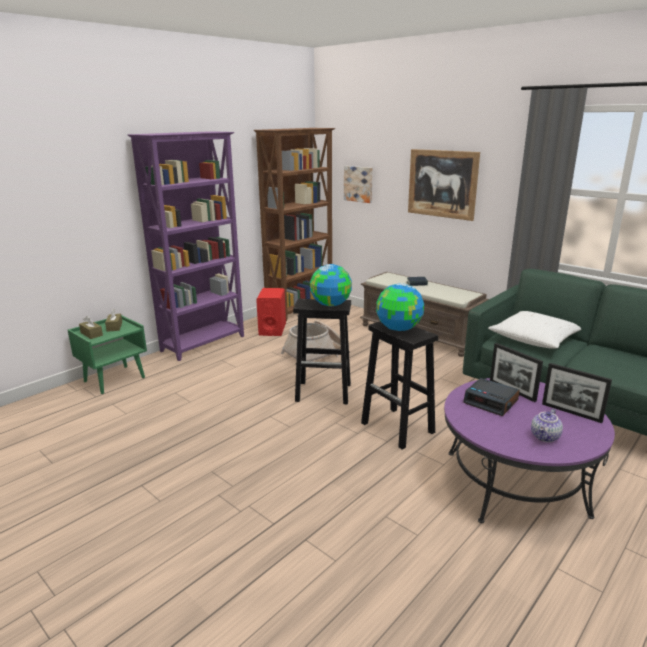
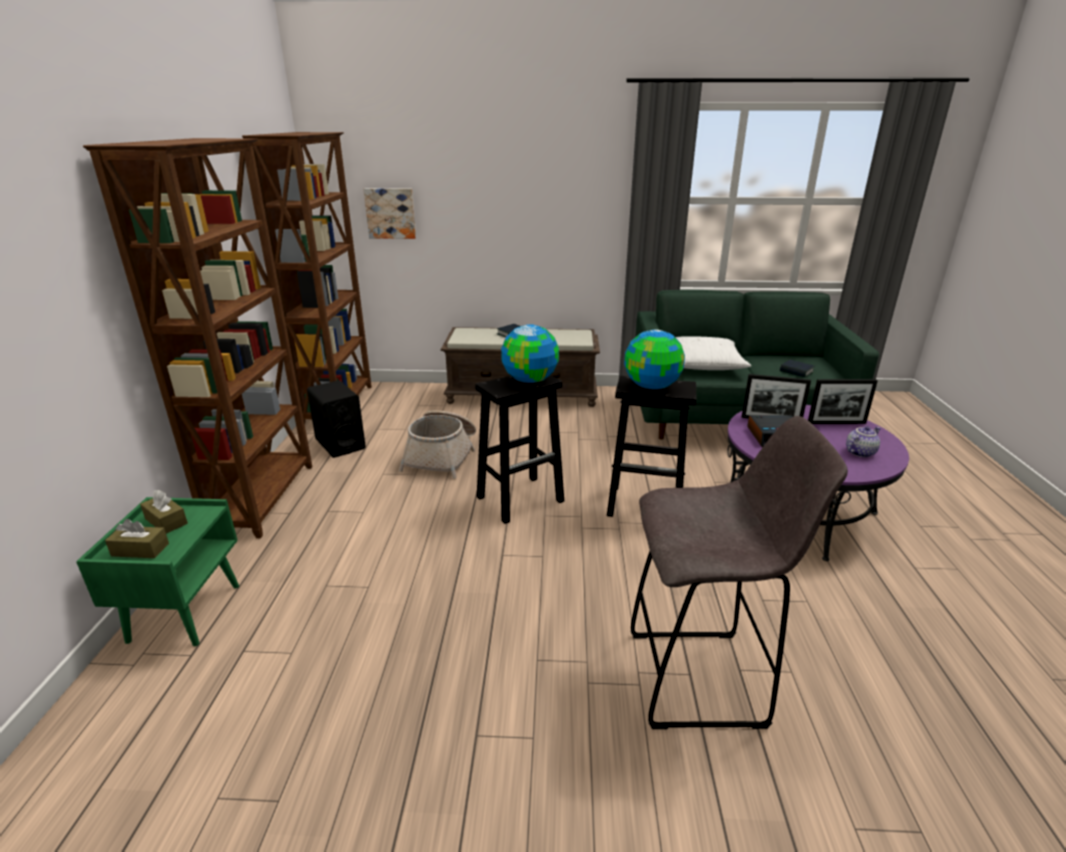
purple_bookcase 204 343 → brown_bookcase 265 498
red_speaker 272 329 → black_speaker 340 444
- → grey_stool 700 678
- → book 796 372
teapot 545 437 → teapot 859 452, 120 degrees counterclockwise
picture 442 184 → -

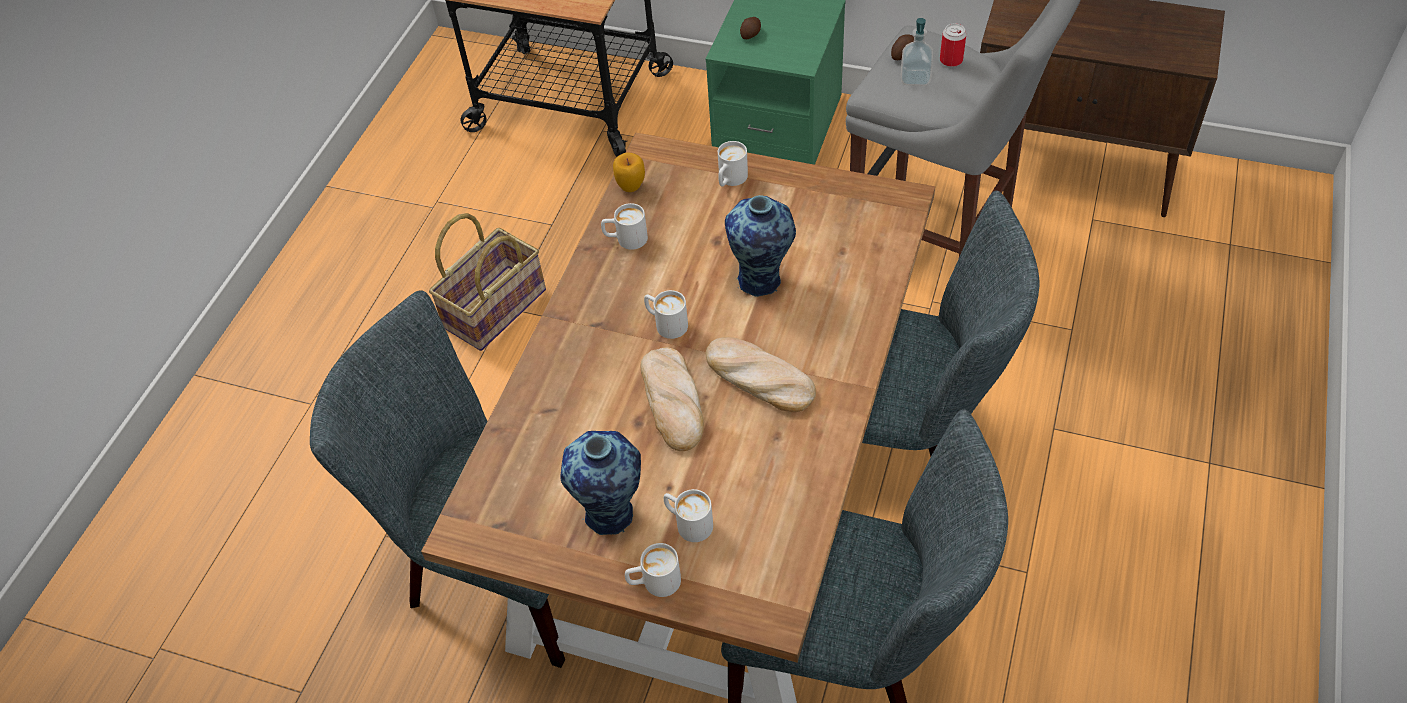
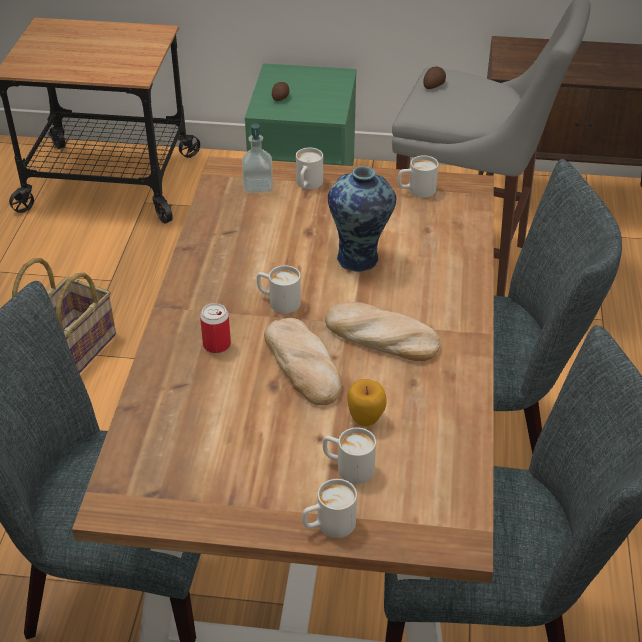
can 951 60 → can 217 345, moved
soap_dispenser 915 78 → soap_dispenser 258 186, moved
apple 631 186 → apple 365 418, moved
white_mug 625 239 → white_mug 416 191, moved
vase 611 515 → -

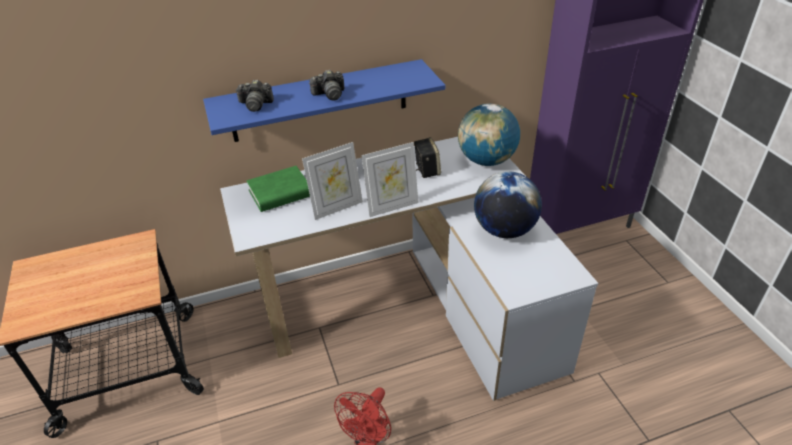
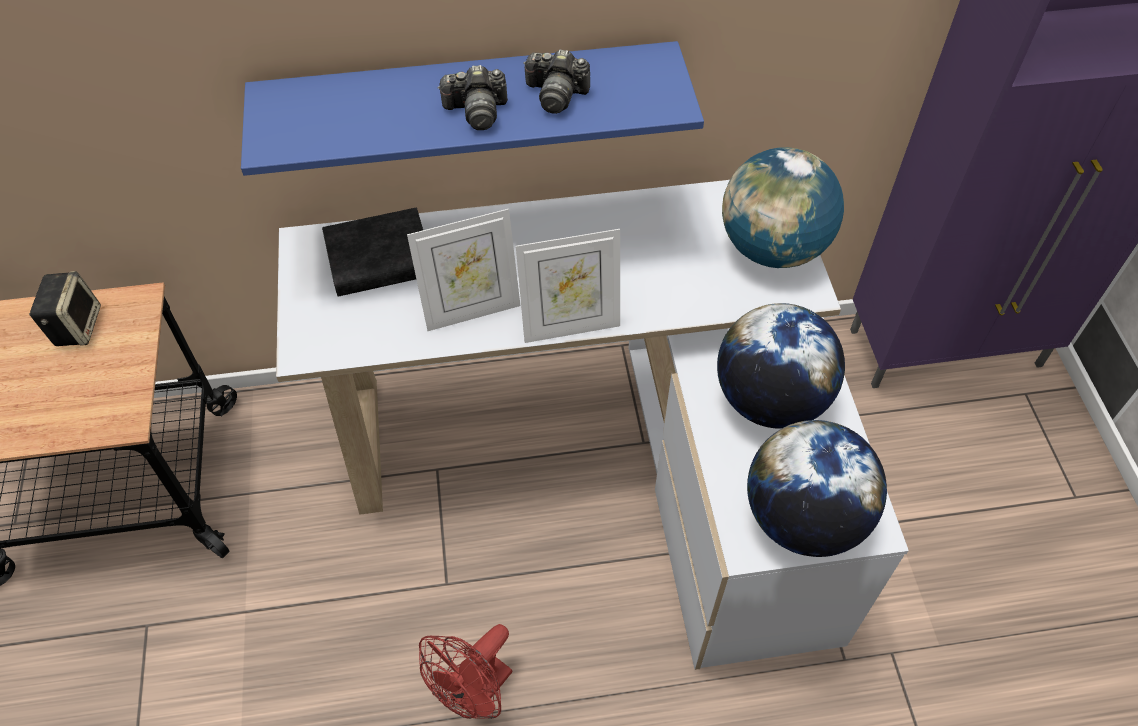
speaker 426 170 → speaker 76 325, moved
green_book 280 193 → black_book 380 260
photo_camera 255 104 → photo_camera 556 94, moved
- → globe 803 519

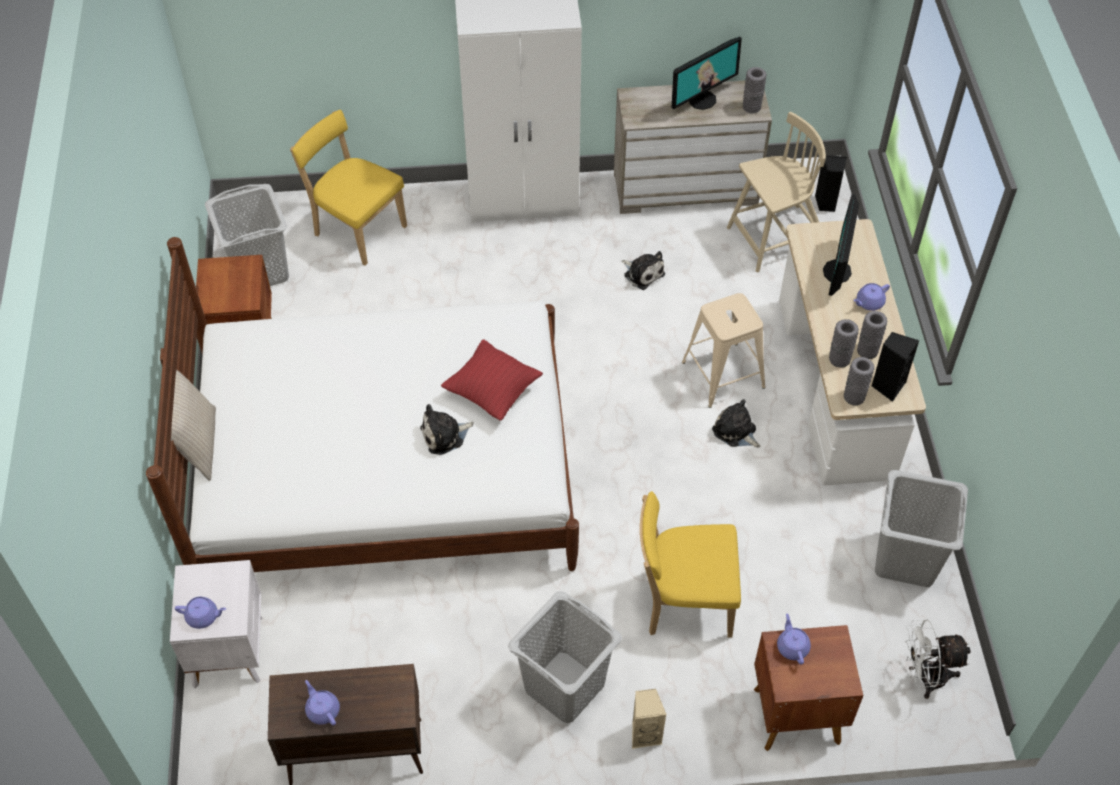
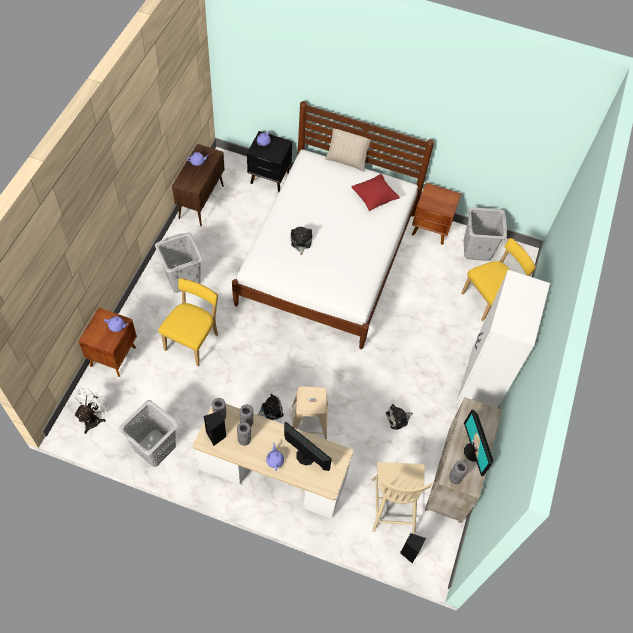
white_nightstand 230 650 → black_nightstand 270 179
red_pillow 492 391 → red_pillow 374 198, moved
beige_speaker 645 734 → -

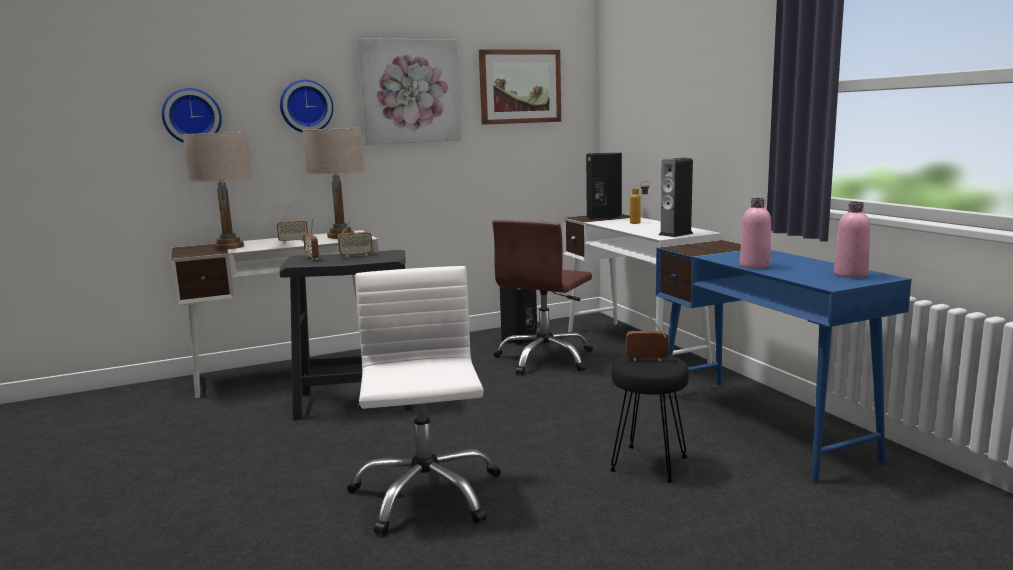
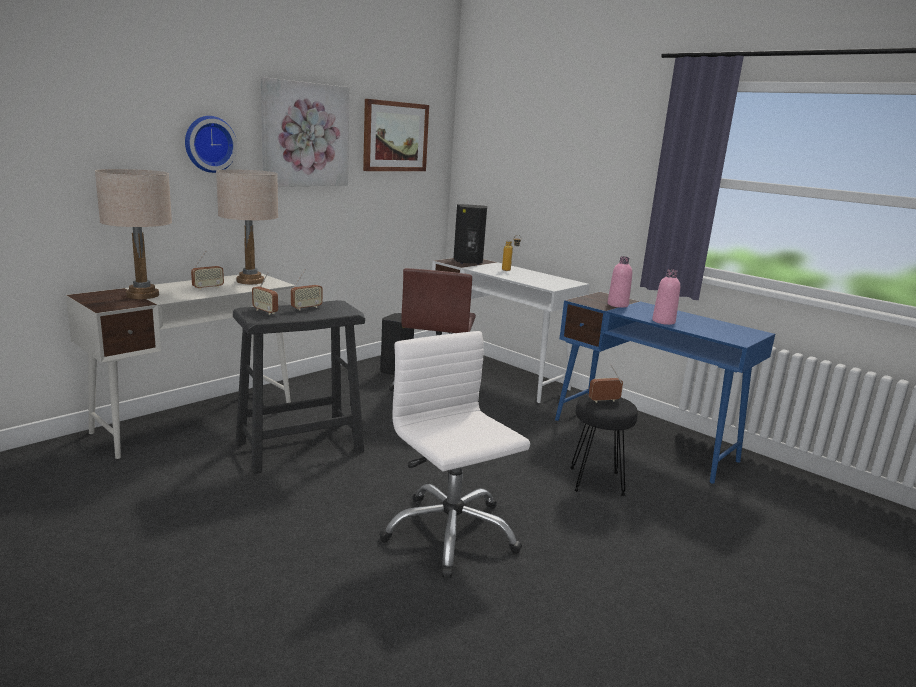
pink_bottle 850 275 → pink_bottle 617 305, moved
wall_clock 192 116 → -
speaker 675 234 → -

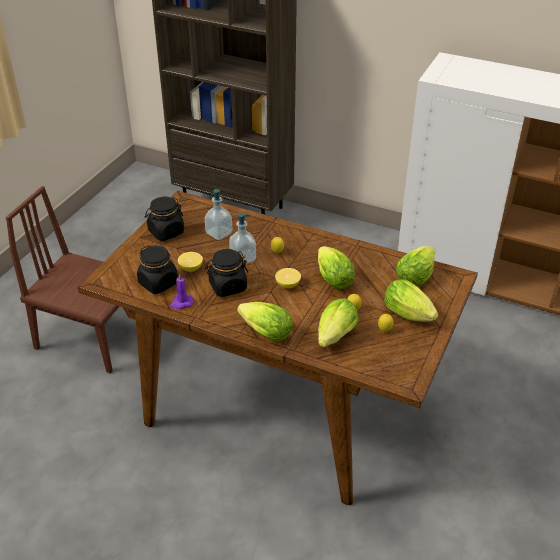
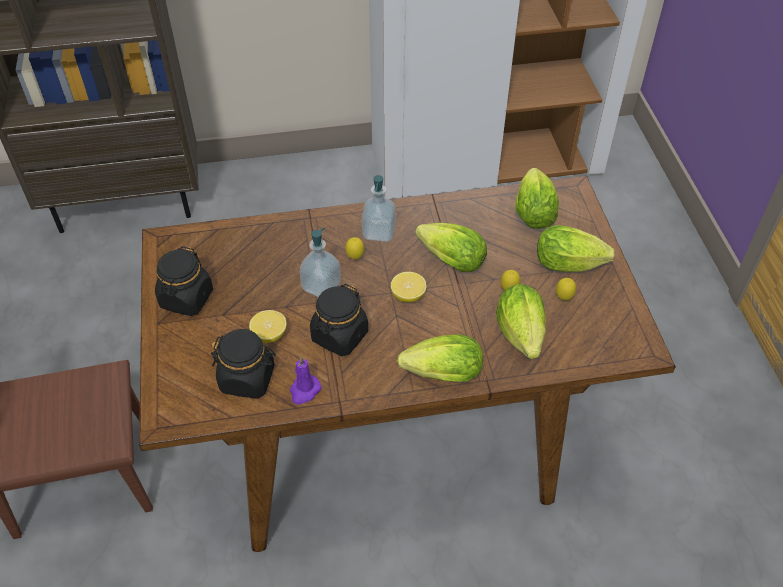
soap_dispenser 219 233 → soap_dispenser 379 232, moved

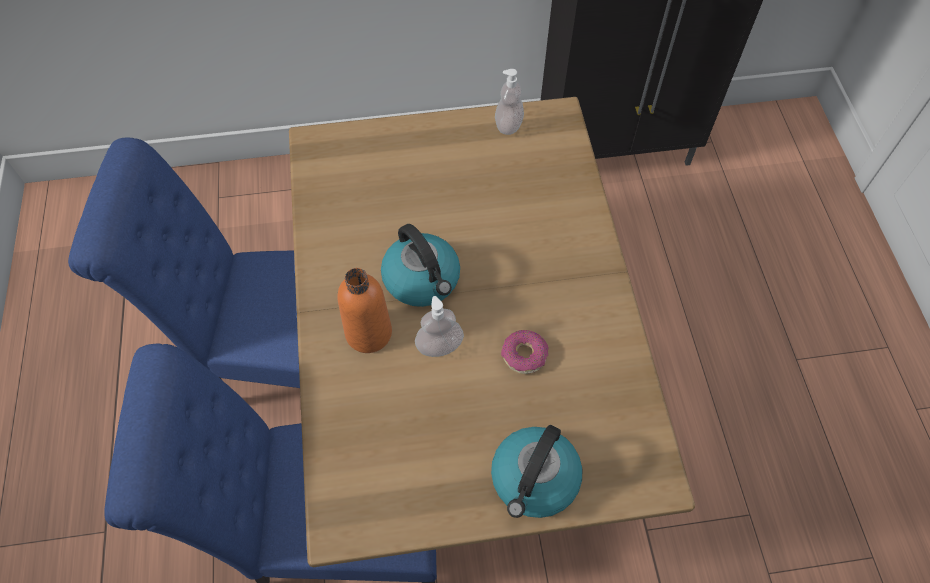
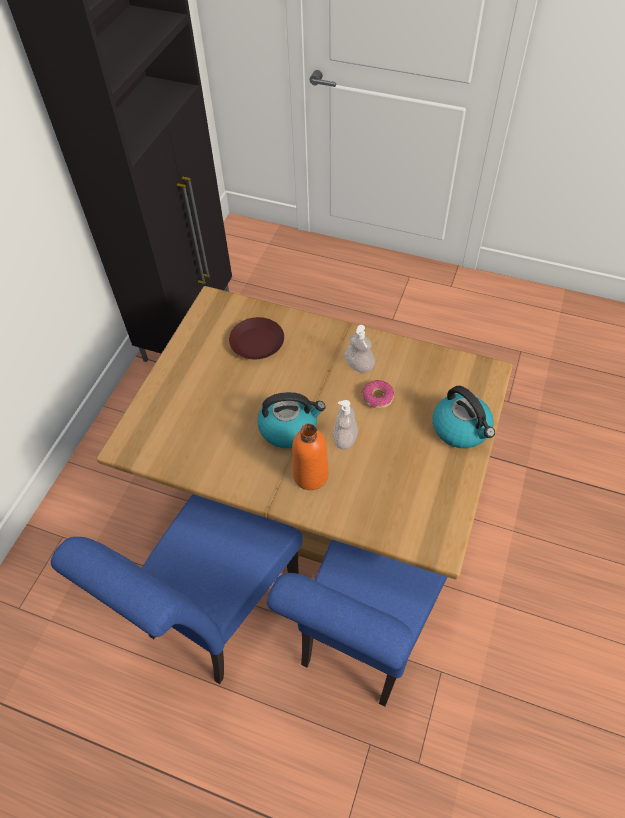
- → brown_plate 256 343
soap_dispenser 508 125 → soap_dispenser 359 366, moved

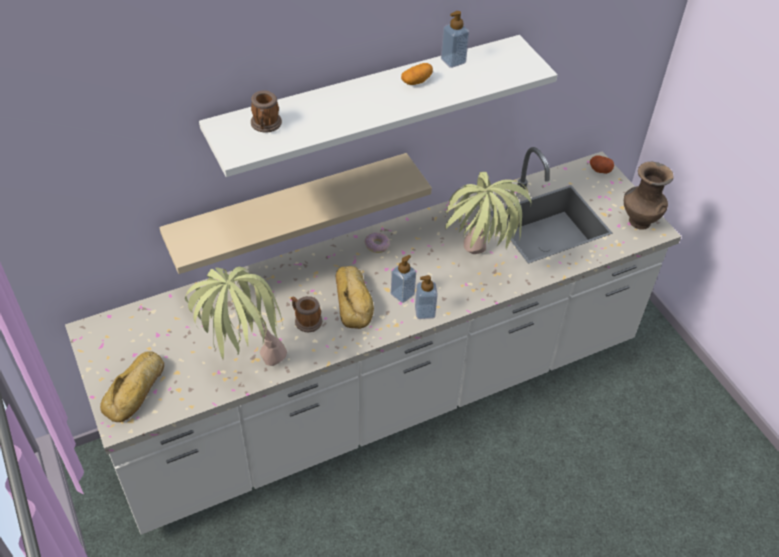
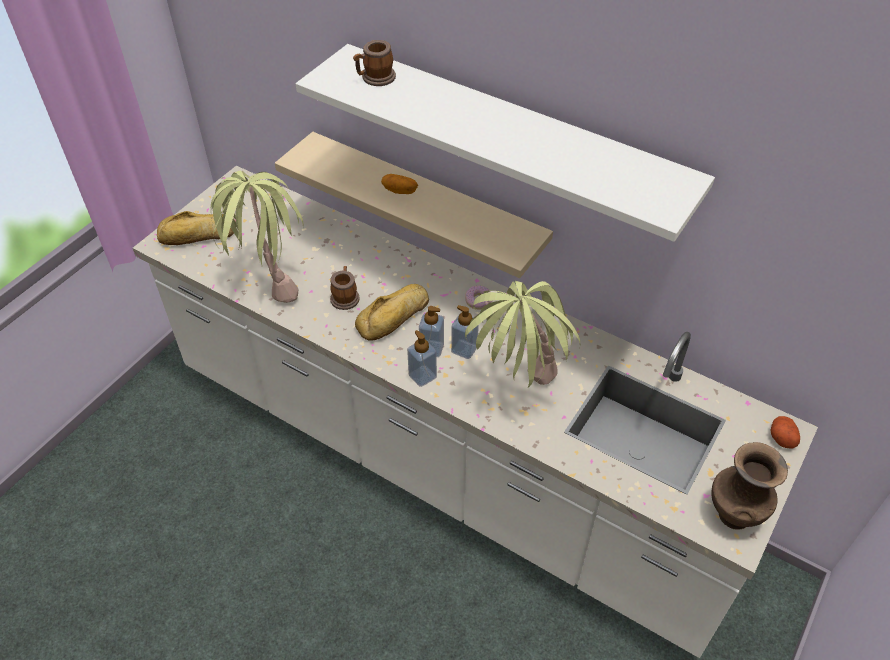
potato 416 81 → potato 400 191, moved
soap_dispenser 453 61 → soap_dispenser 464 349, moved

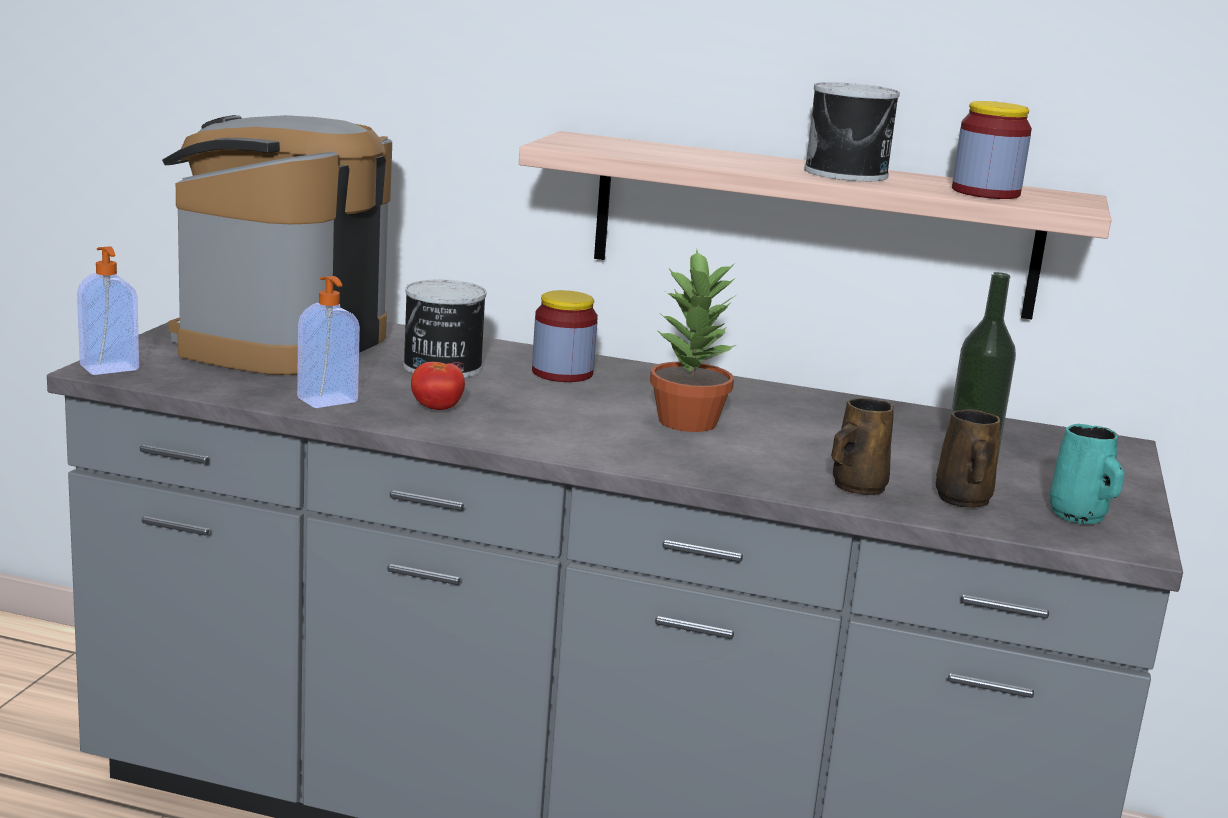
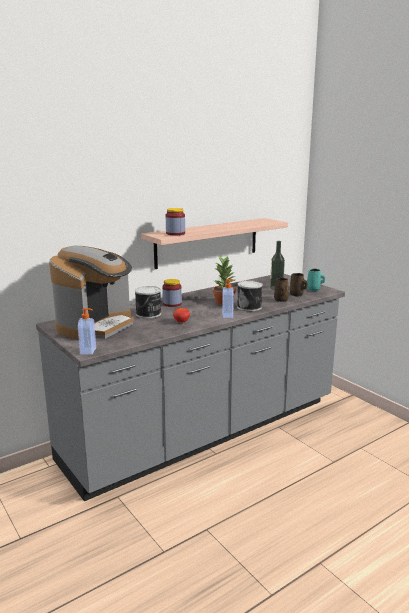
coffee_machine 278 342 → coffee_machine 96 326, 120 degrees counterclockwise
jar 985 192 → jar 175 233, moved
soap_dispenser 328 401 → soap_dispenser 228 315, moved
can 848 173 → can 249 307, moved

